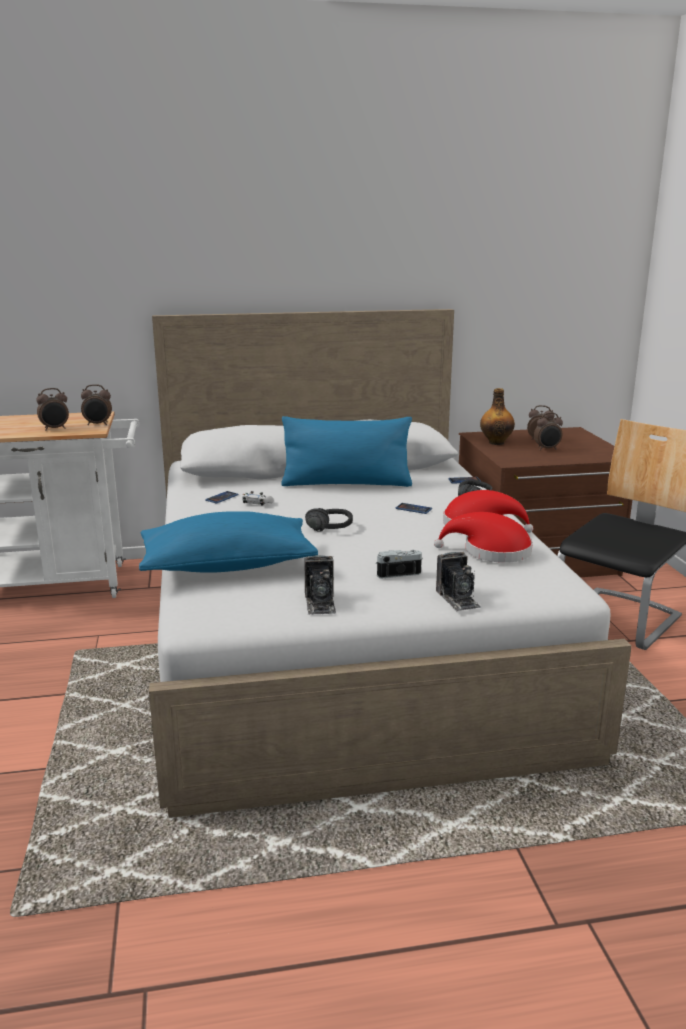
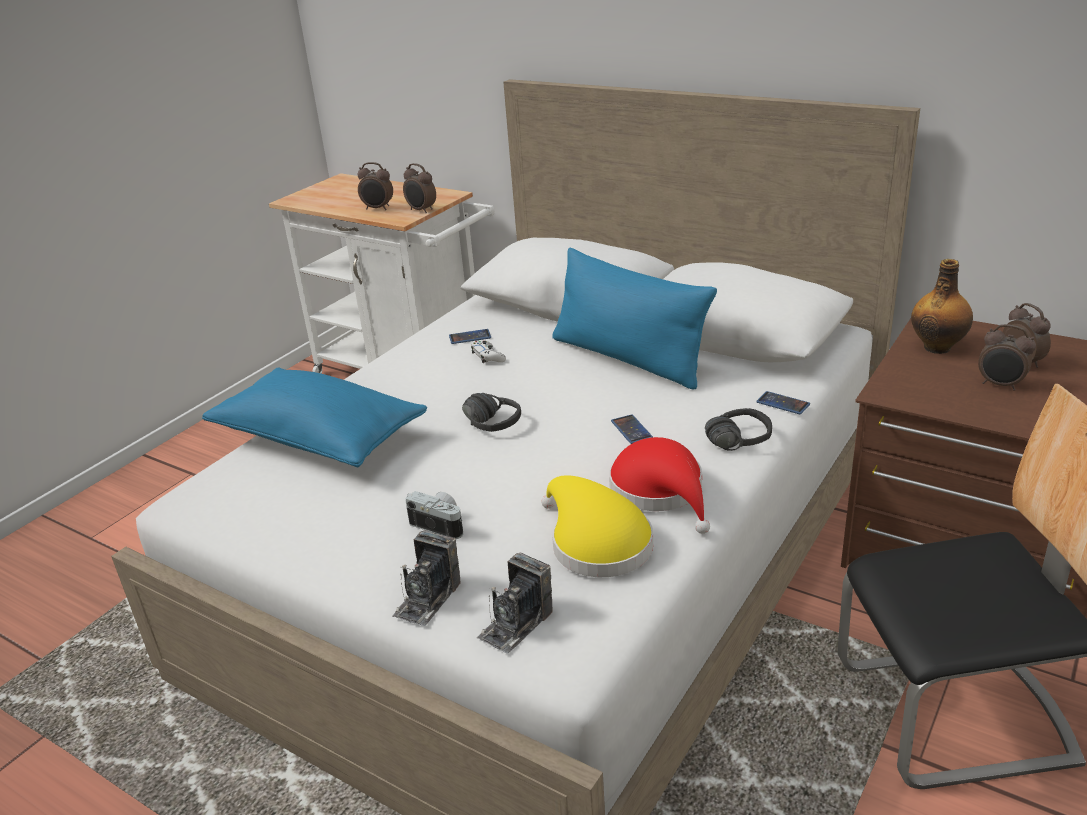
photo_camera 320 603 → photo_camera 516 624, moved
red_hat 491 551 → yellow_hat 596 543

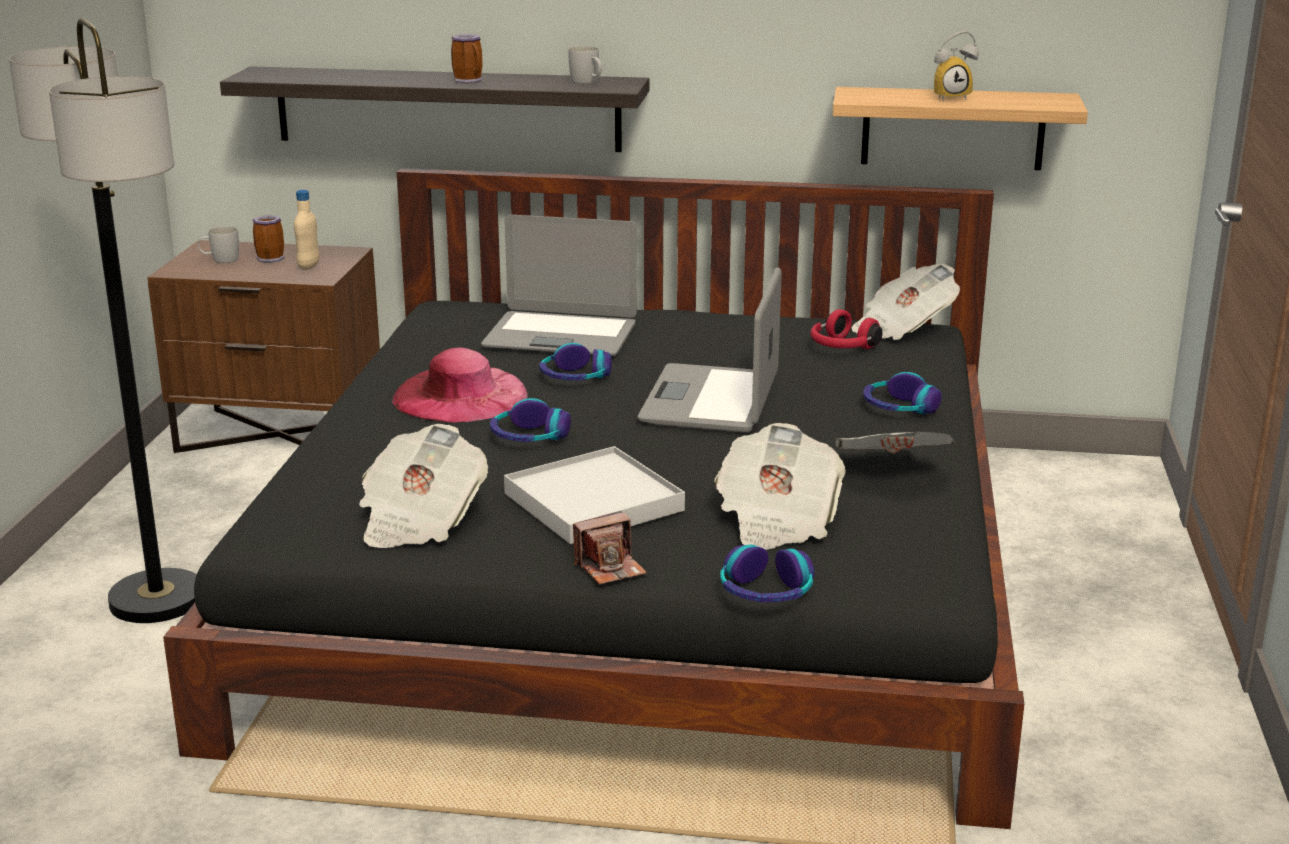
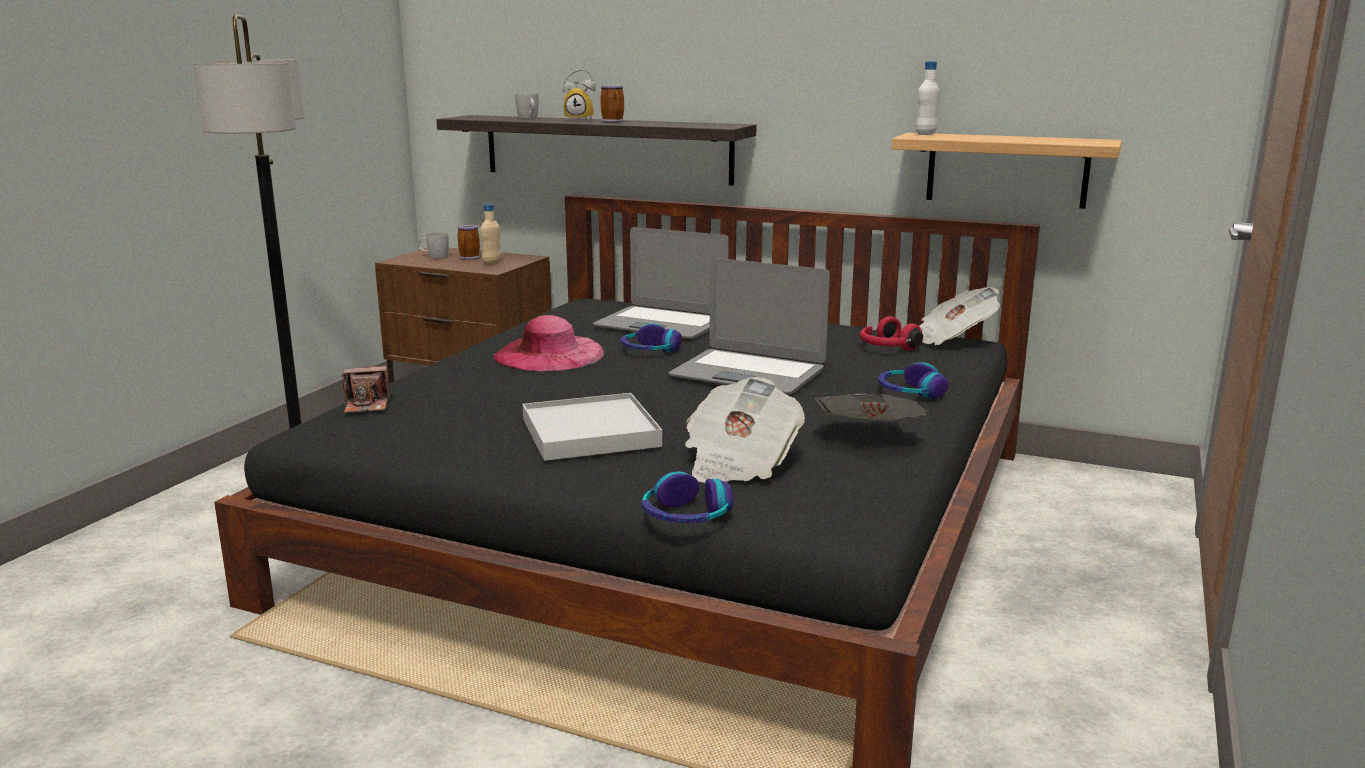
photo_camera 610 568 → photo_camera 367 405, moved
white_mug 587 82 → white_mug 529 118, moved
alarm_clock 950 97 → alarm_clock 580 120, moved
laptop 712 401 → laptop 748 374, 90 degrees counterclockwise
- → white_bottle 926 134
newspaper 419 521 → -
headphones 529 437 → -

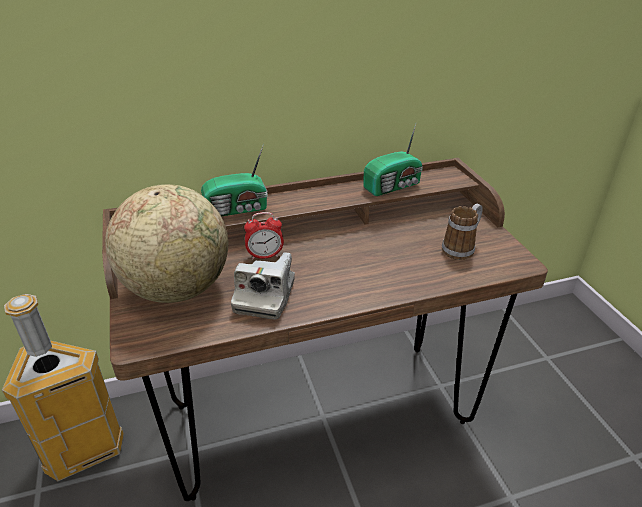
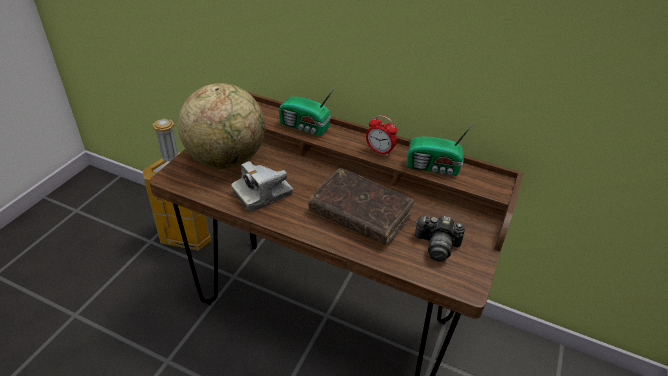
- → brown_book 360 213
alarm_clock 265 256 → alarm_clock 379 151, moved
mug 461 248 → photo_camera 437 245

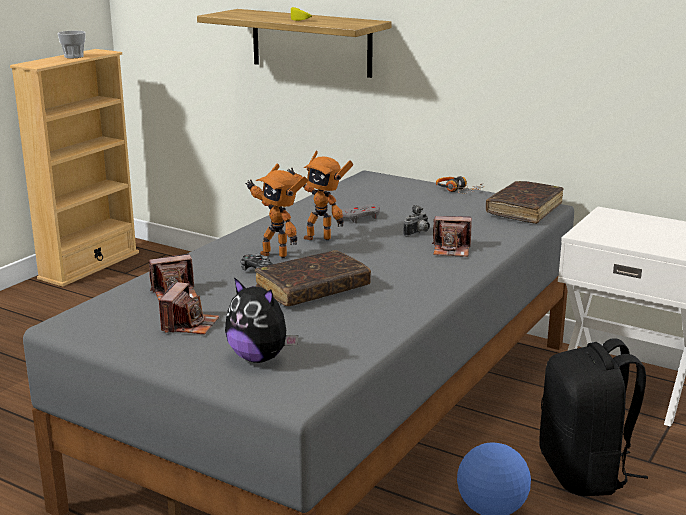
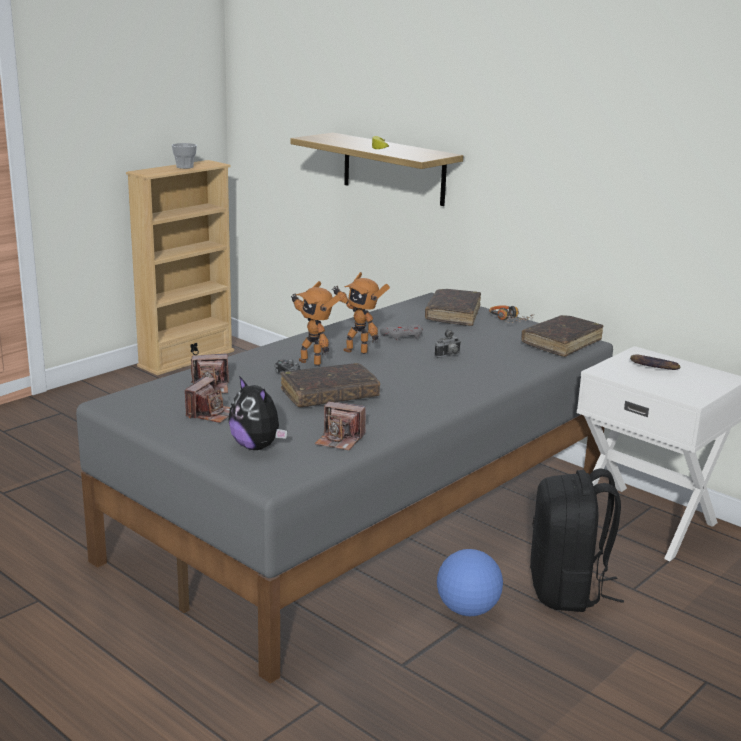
photo_camera 451 250 → photo_camera 340 440, moved
- → brown_book 453 314
- → banana 652 367

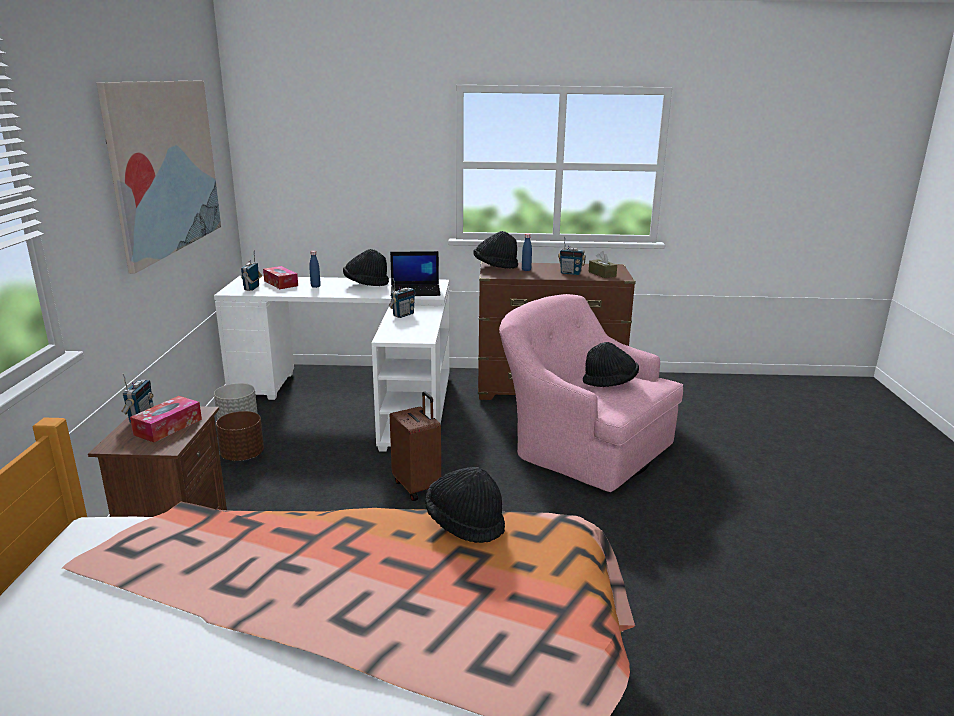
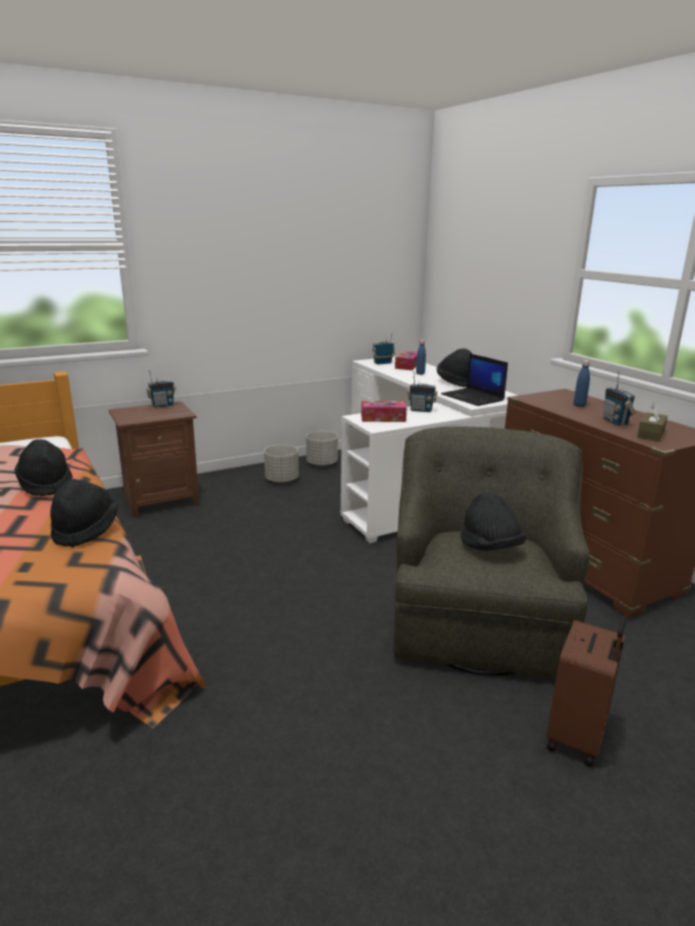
black_hat 495 267 → black_hat 46 485, moved
brown_planter 242 456 → grey_planter 281 480
tissue_box 168 427 → tissue_box 383 418, moved
pink_armchair 582 448 → green_armchair 478 618
brown_suitcase 418 487 → brown_suitcase 578 737, moved
picture 165 167 → -

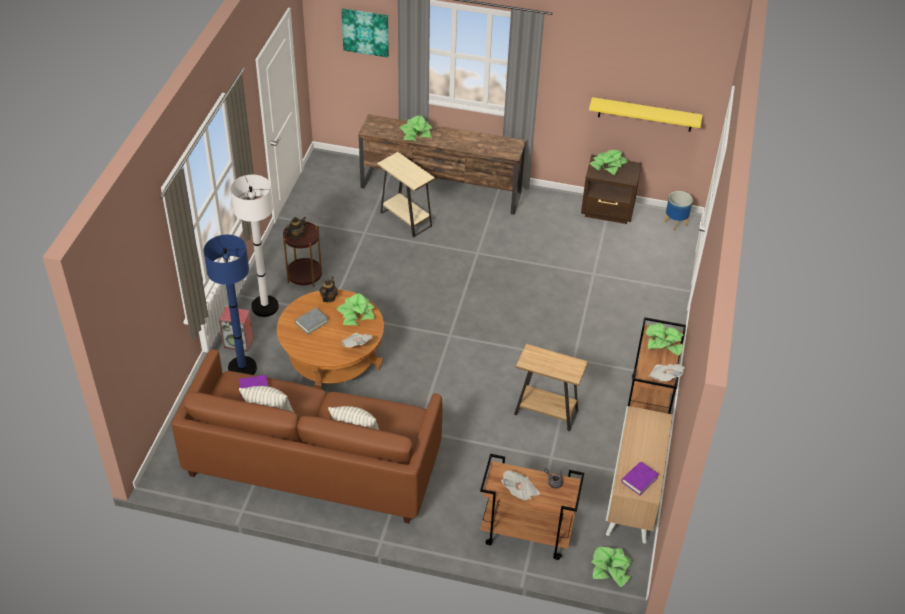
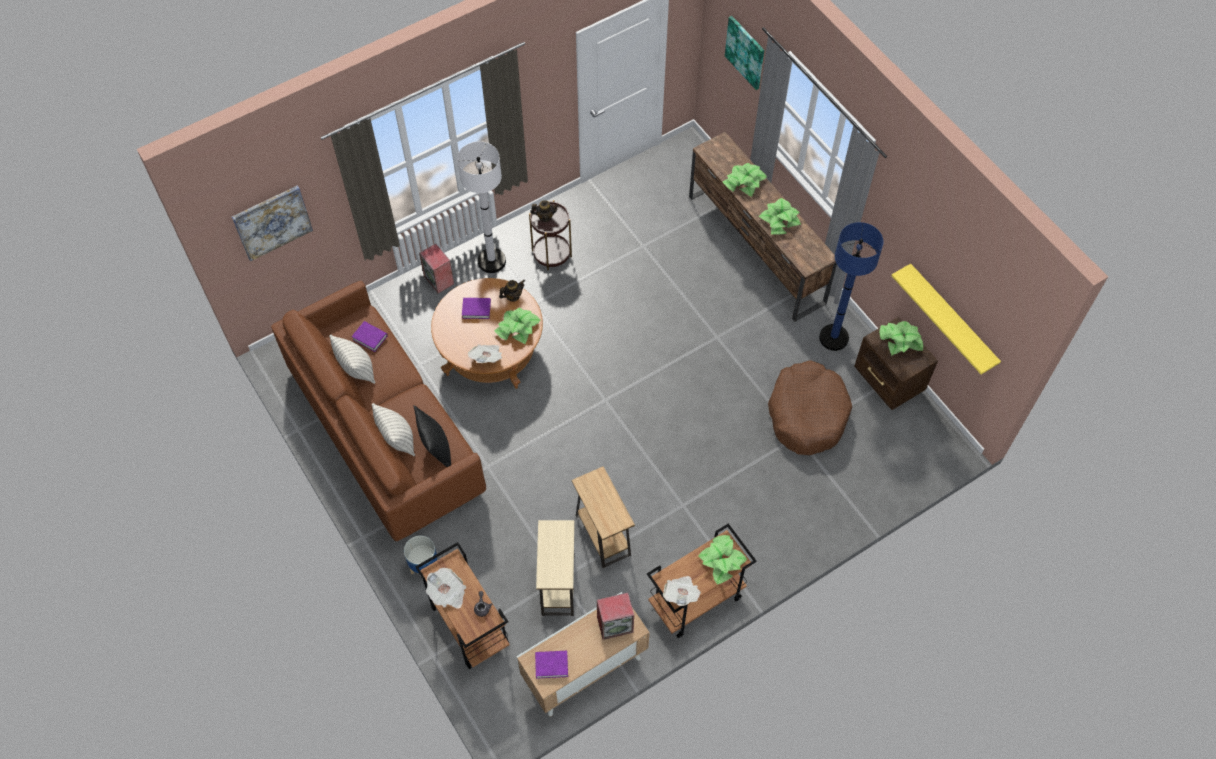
- → picture 272 222
planter 675 224 → planter 423 566, moved
- → black_pillow 436 448
grey_book 311 322 → purple_book 476 309
beige_side_table 406 219 → beige_side_table 558 585, moved
- → speaker 615 624
potted_plant 610 568 → potted_plant 779 220, moved
- → brown_dog_bed 807 414
blue_floor_lamp 242 368 → blue_floor_lamp 833 338, moved

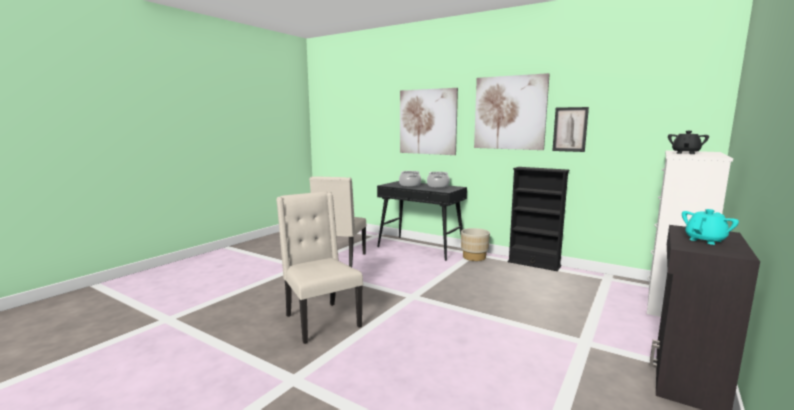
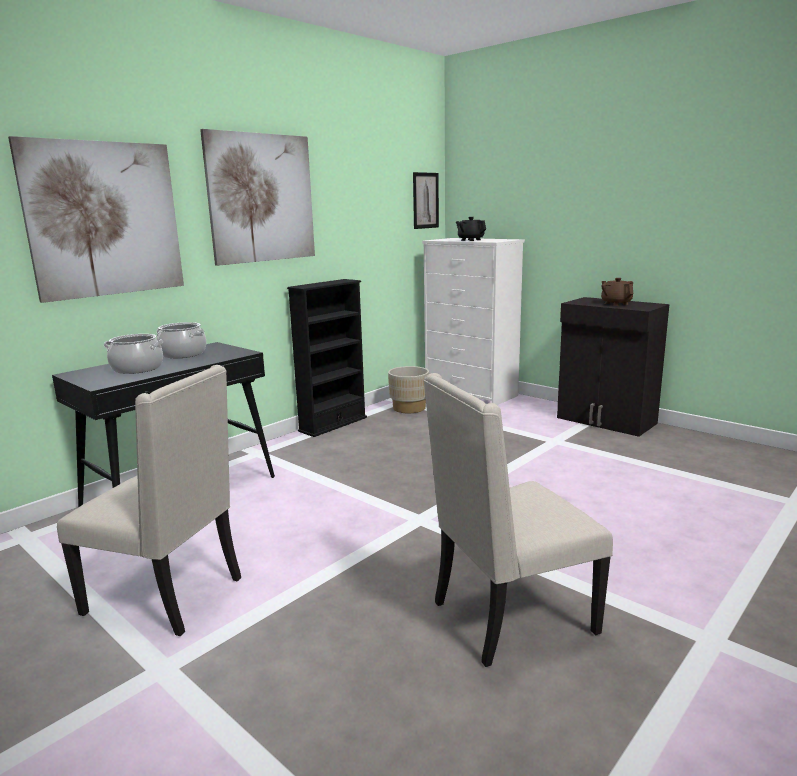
beige_planter 474 257 → beige_planter 409 408, moved
picture 570 129 → picture 425 200, moved
turquoise_teapot 705 240 → brown_teapot 616 303

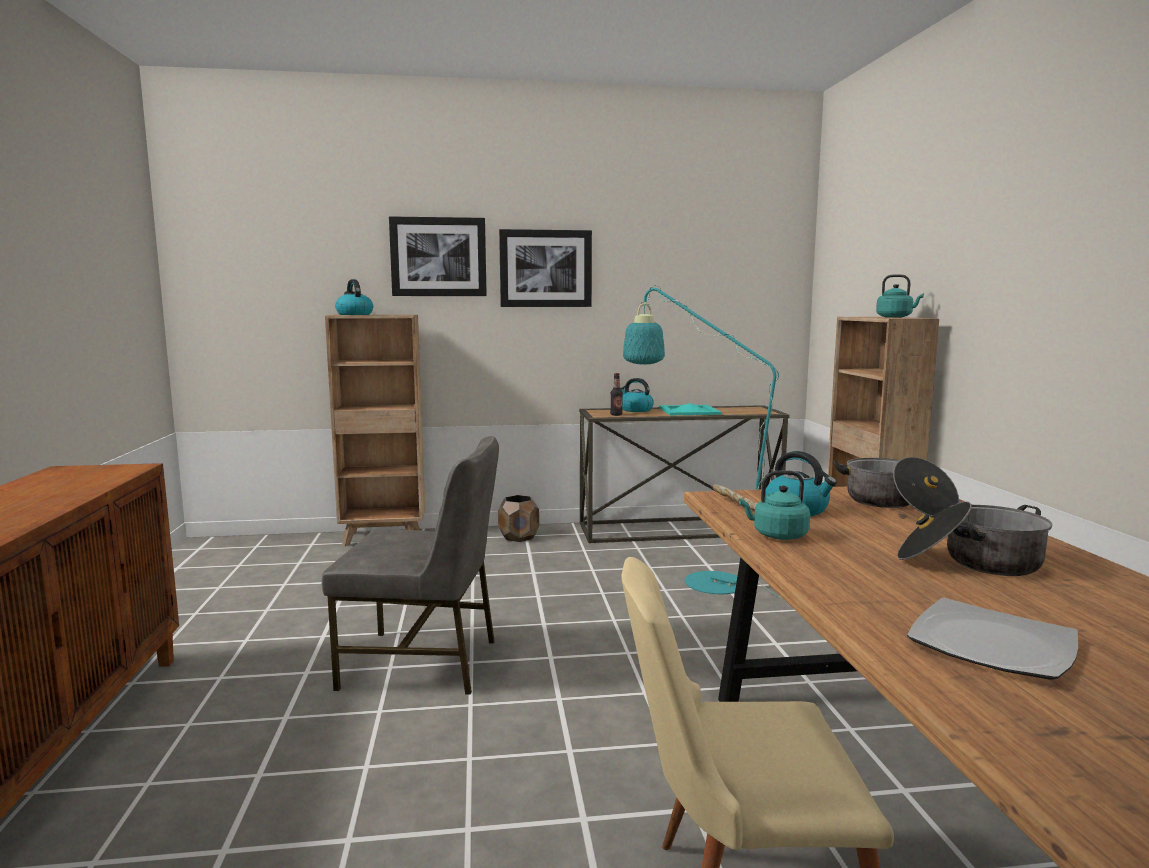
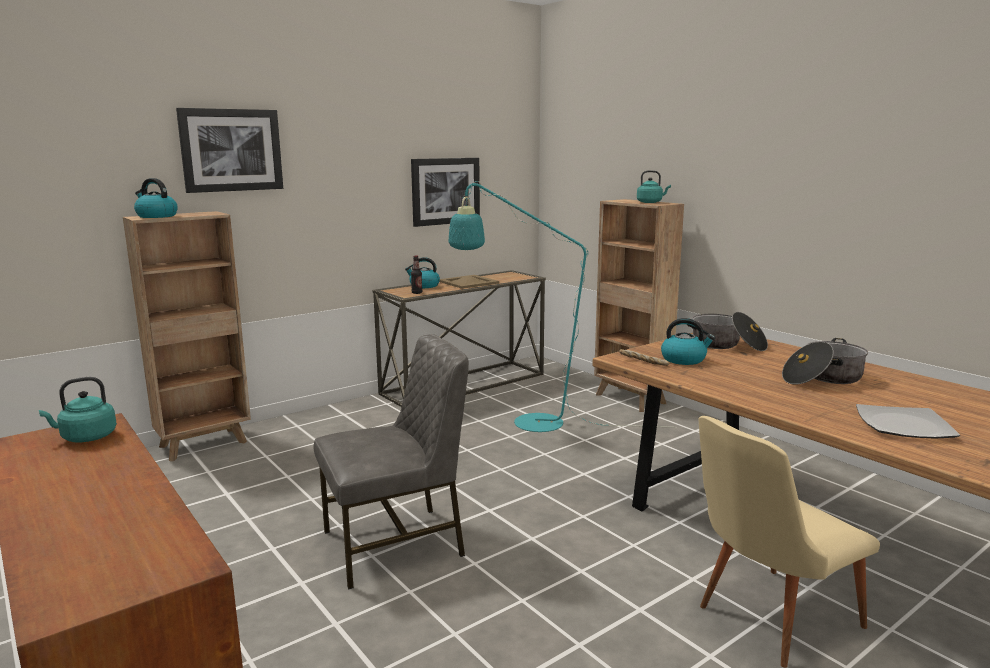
turquoise_kettle 777 535 → turquoise_kettle 86 437, moved
picture 545 268 → picture 445 191, moved
turquoise_tray 688 411 → beige_tray 468 282
brown_planter 519 537 → -

